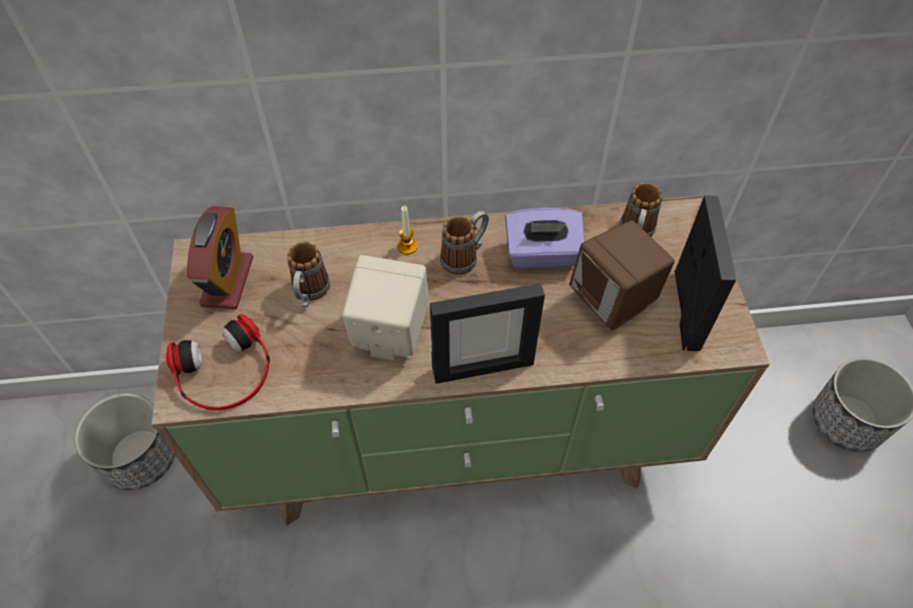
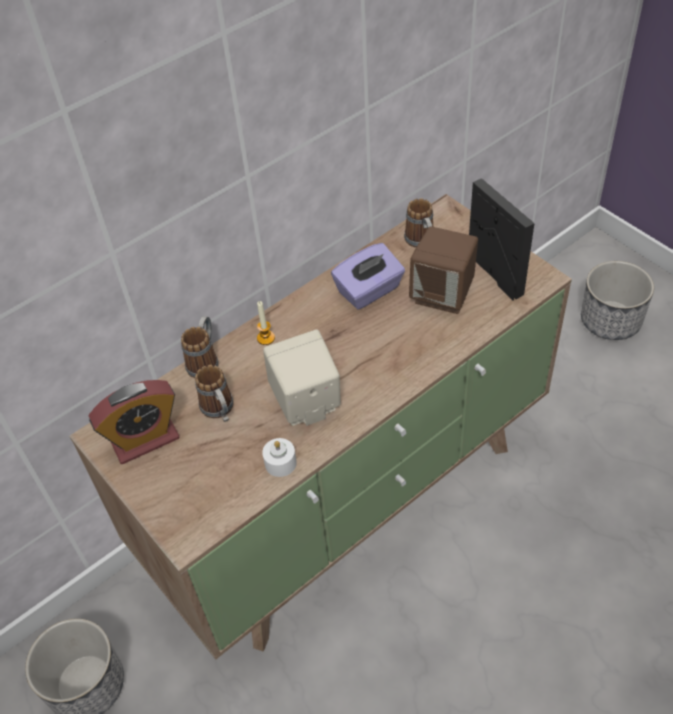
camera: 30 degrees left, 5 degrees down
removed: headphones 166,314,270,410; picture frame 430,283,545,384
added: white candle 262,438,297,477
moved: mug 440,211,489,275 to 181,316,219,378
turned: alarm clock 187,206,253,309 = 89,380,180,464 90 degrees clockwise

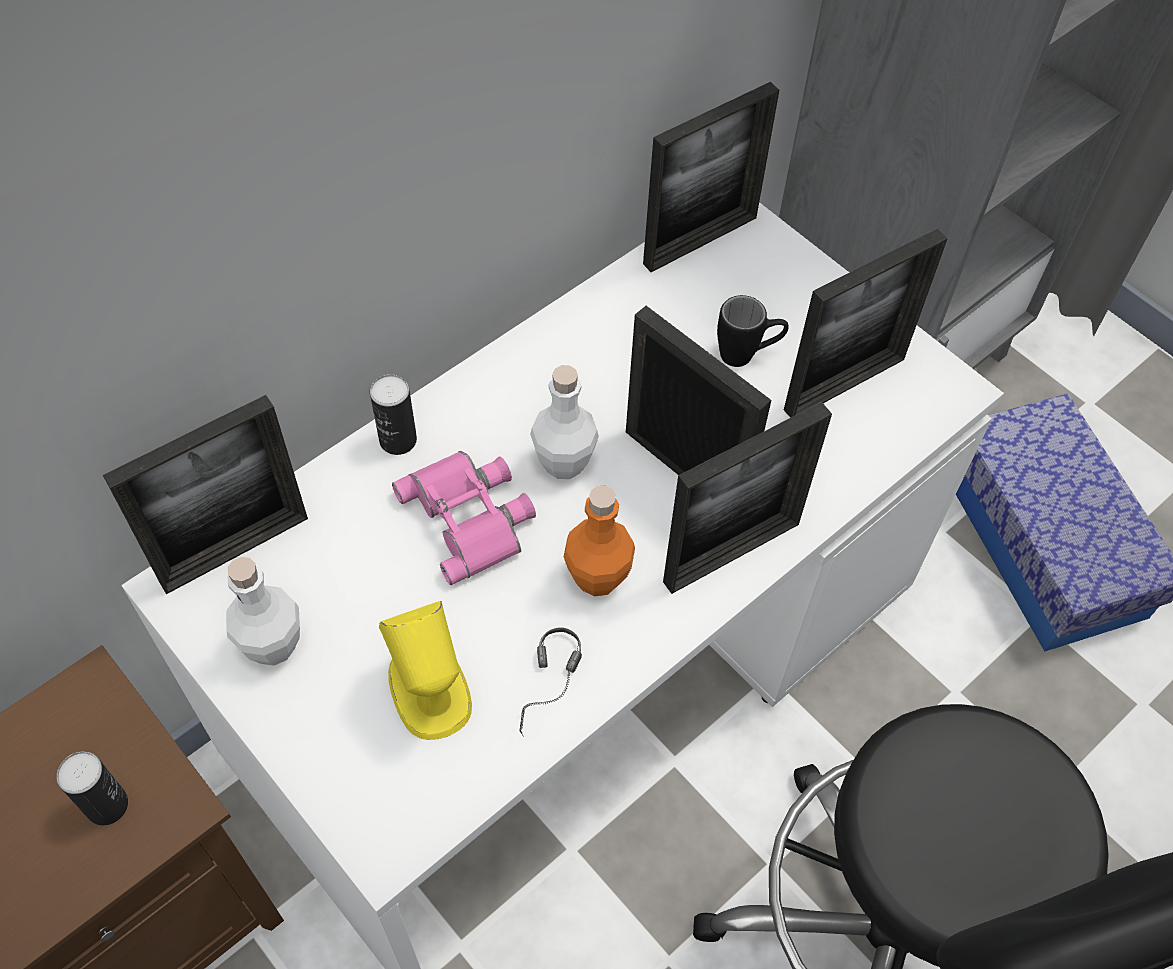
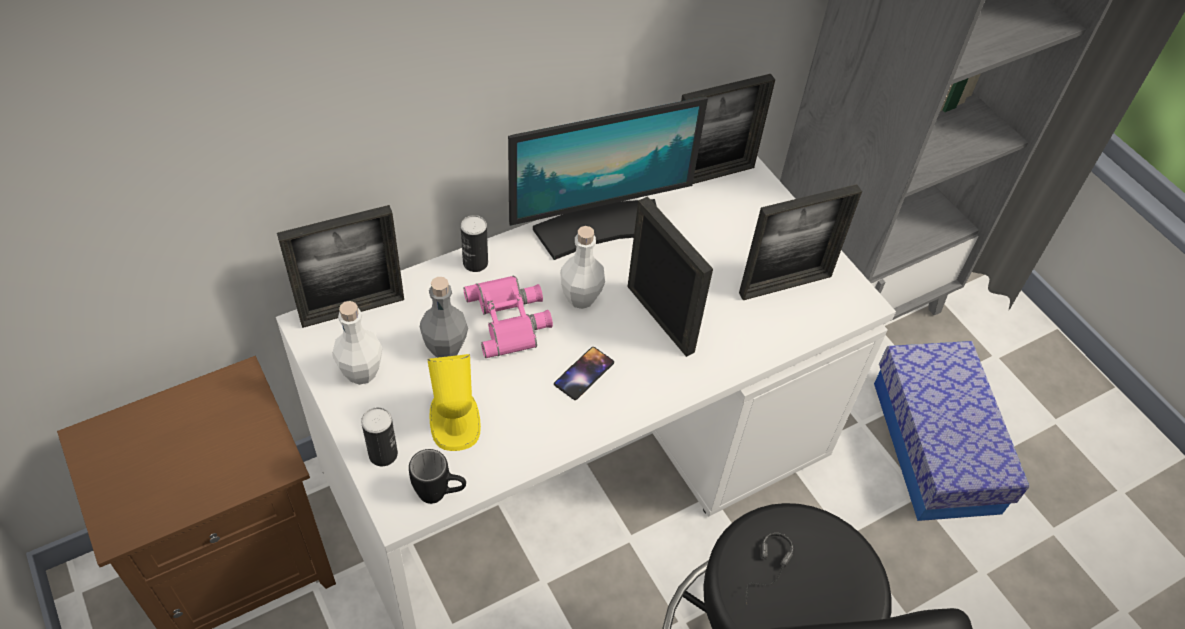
camera: 10 degrees right, 5 degrees down
removed: picture frame 663,402,832,594
added: grey bottle 420,277,468,358; monitor 508,97,708,260
moved: can 56,751,128,825 to 361,407,398,466; black mug 717,295,789,367 to 409,449,466,504; headphones 519,628,582,737 to 745,533,793,604
replaced: orange bottle 564,485,635,596 to phone 554,347,614,400

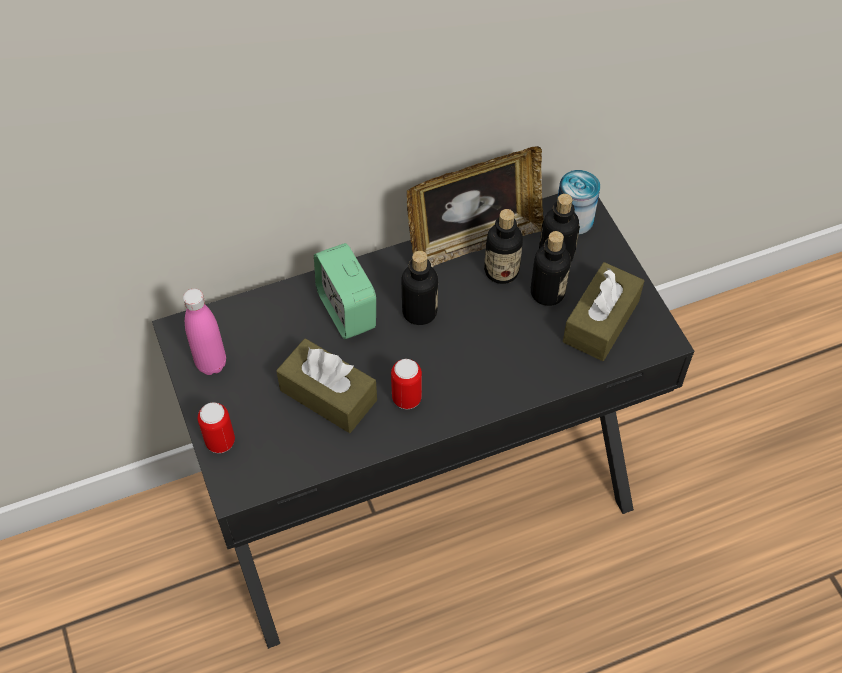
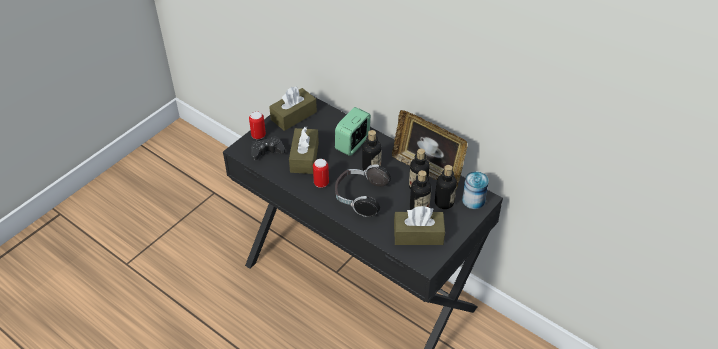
camera: 60 degrees right, 10 degrees down
added: black game controller 251,136,285,160; headphones 335,165,391,217
replaced: pink bottle 183,289,226,375 to brown tissue box 269,87,317,131

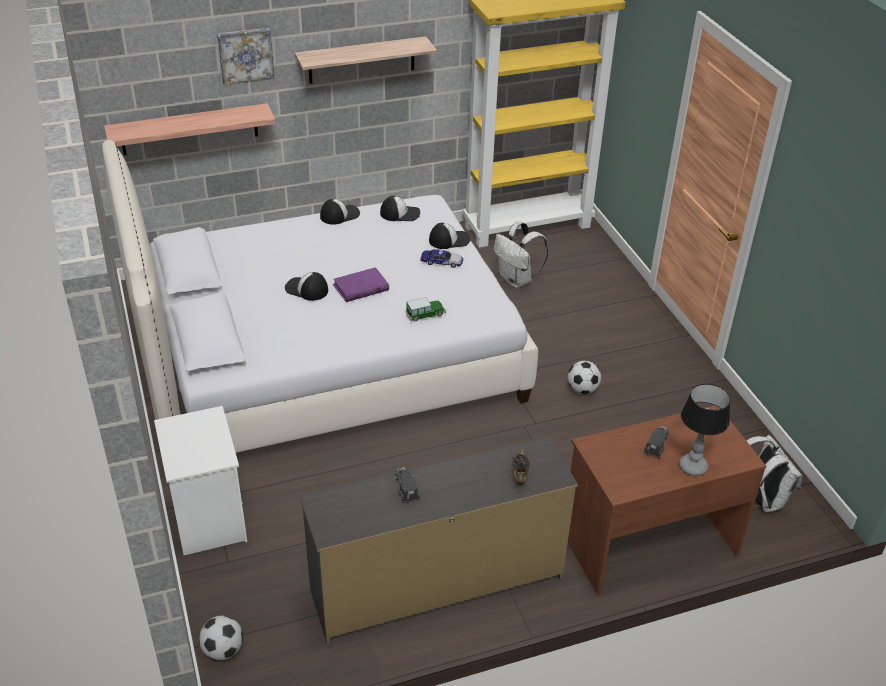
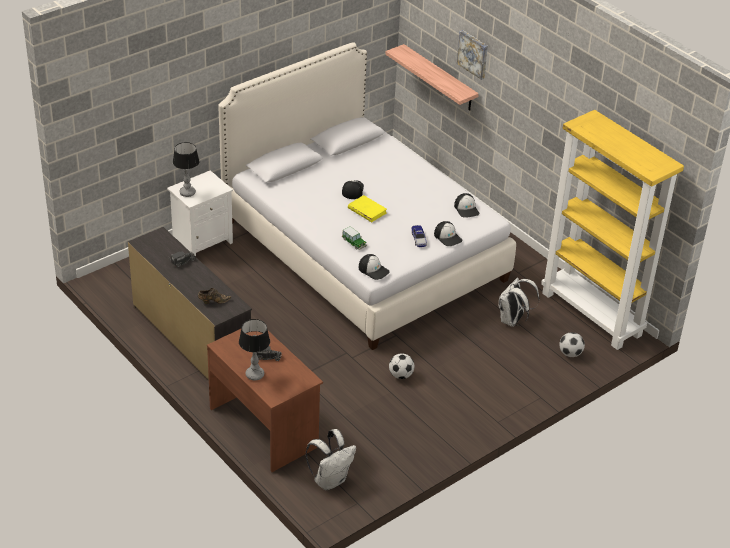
camera: 70 degrees right, 0 degrees up
removed: shelf 295,36,437,84
added: table lamp 173,142,199,197
moved: cap 320,199,360,225 to 359,254,390,280; football 199,616,243,660 to 559,332,585,357
recoloured: purple book 333,267,389,302 to yellow book 348,195,387,222

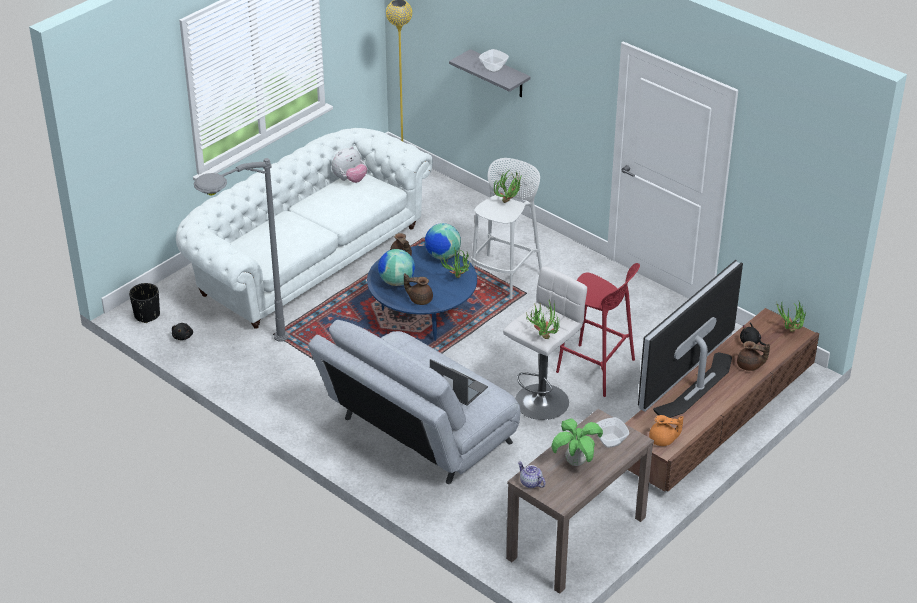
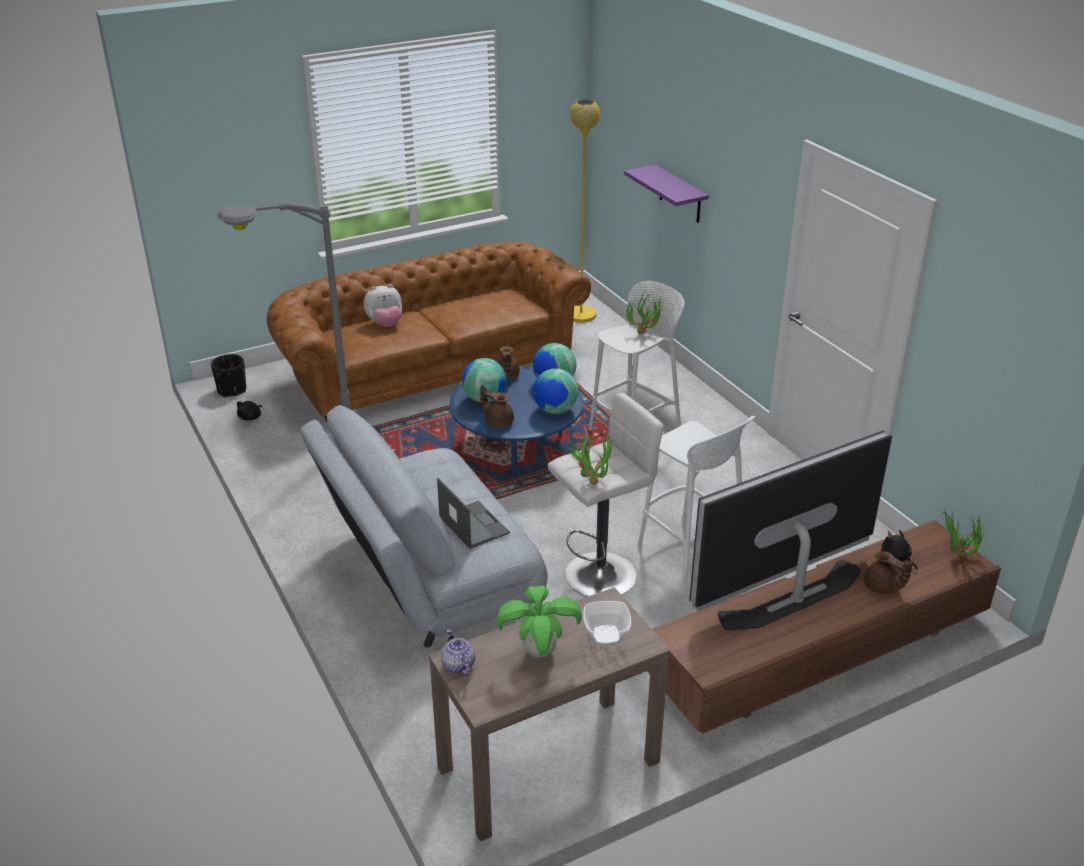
camera: 20 degrees right, 5 degrees down
removed: bowl 479,49,509,73; orange teapot 649,415,683,446
moved: plush toy 332,146,367,183 to 363,284,402,327
replaced: potted plant 440,247,471,278 to globe 533,368,578,414
recoloured: white sofa 176,128,433,329 to brown sofa 267,242,591,421; grey shelf 449,49,531,97 to purple shelf 624,165,709,223; red stool 556,263,640,397 to white stool 638,415,755,588

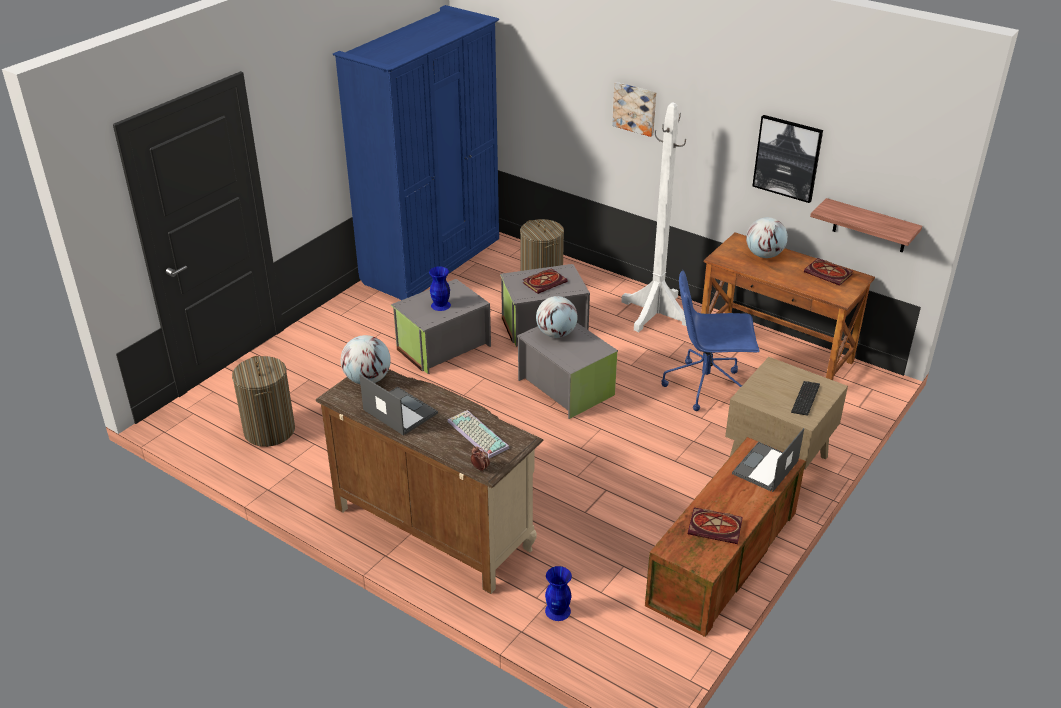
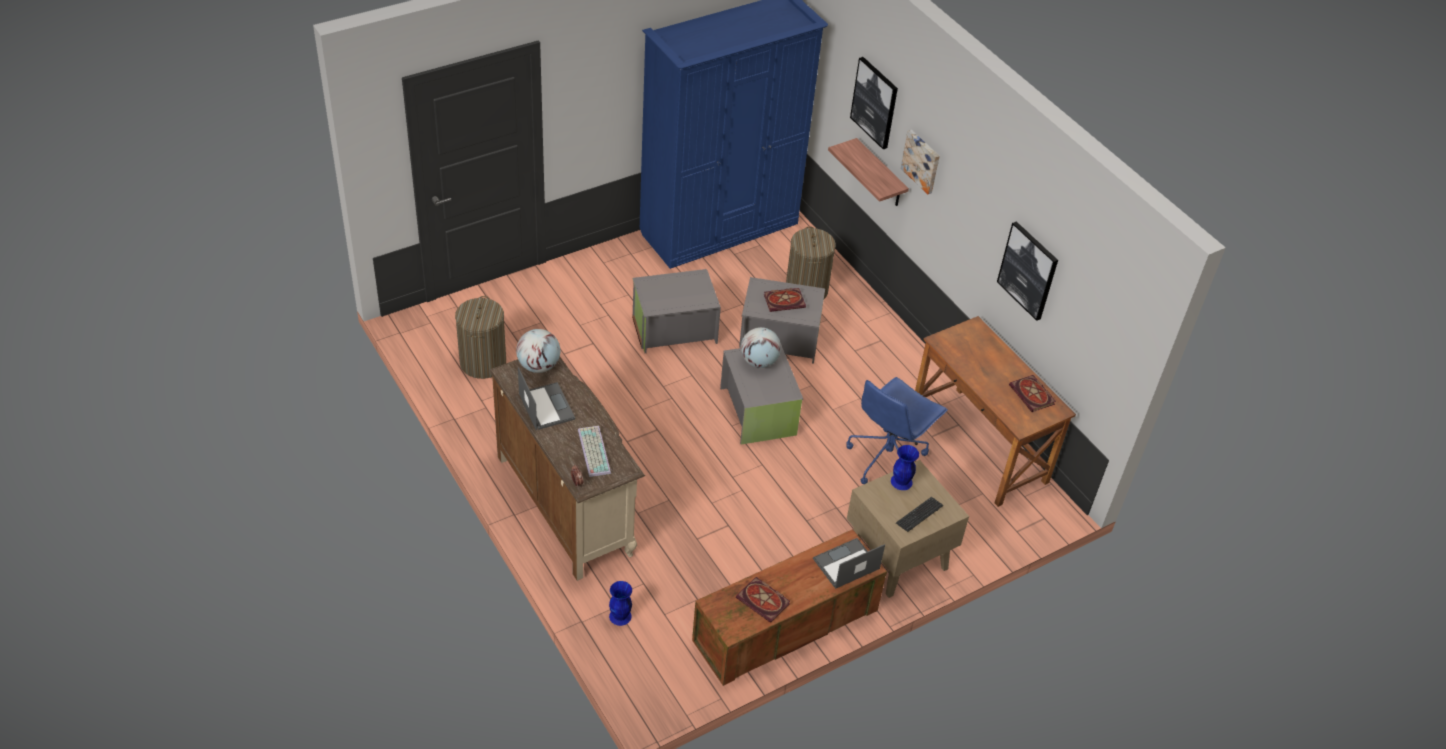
camera: 20 degrees right, 10 degrees up
removed: white clothes rack 621,102,686,332; globe 746,217,788,258
added: picture 850,57,898,149
moved: shelf 810,198,922,253 to 828,138,909,206; blue vase 429,266,451,311 to 891,445,919,490
turned: blue office chair 661,270,759,411 = 846,377,948,484 75 degrees counterclockwise

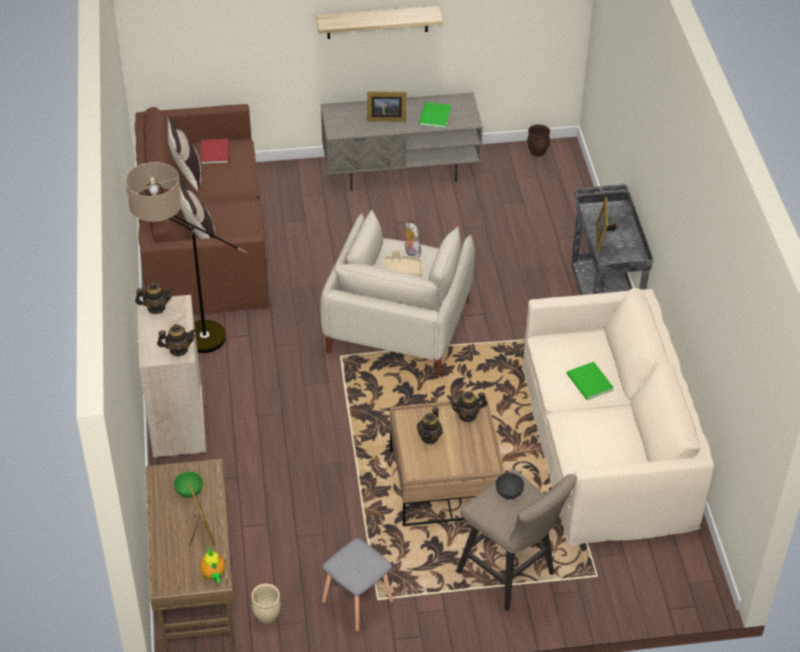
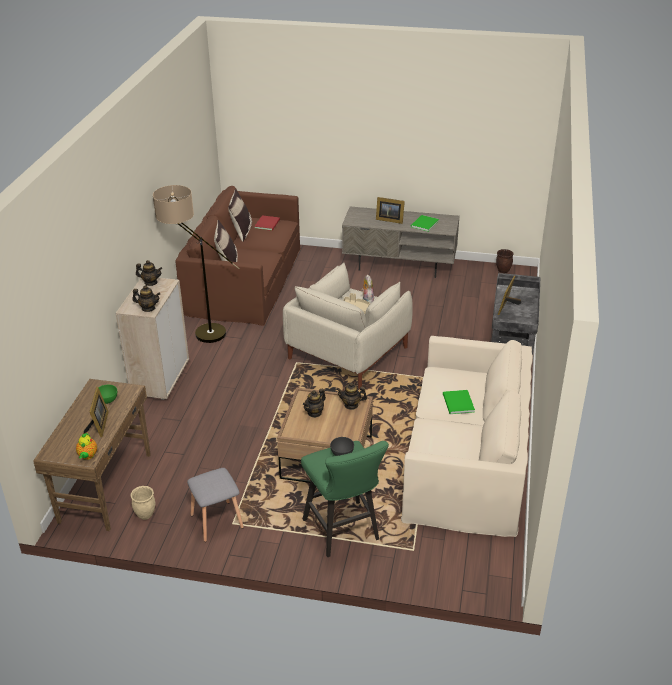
camera: 20 degrees right, 10 degrees down
removed: shelf 316,6,443,39
recoloured: beige stool 456,469,577,611 to green stool 301,441,389,557

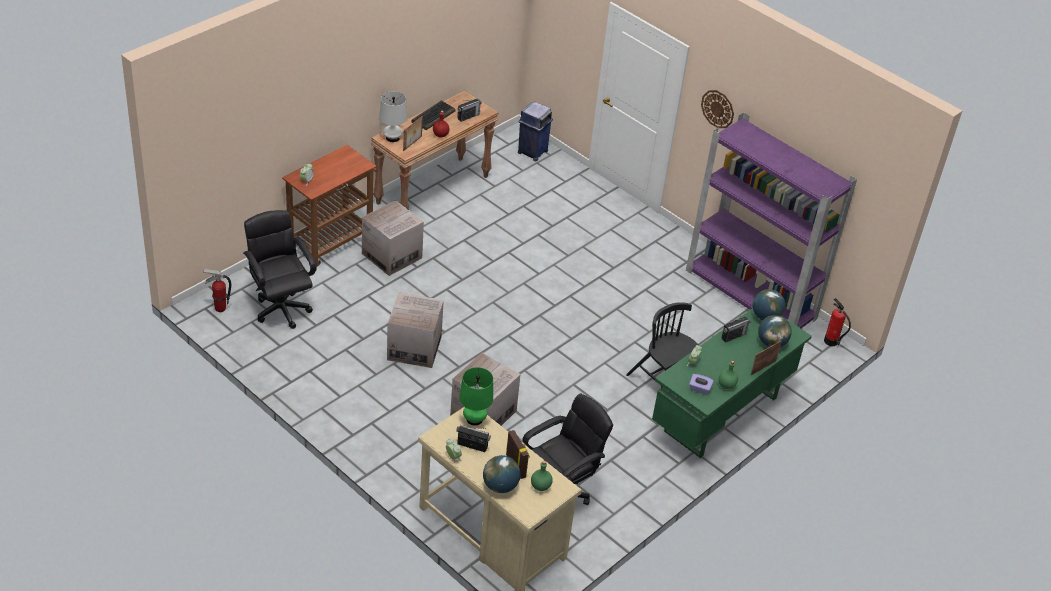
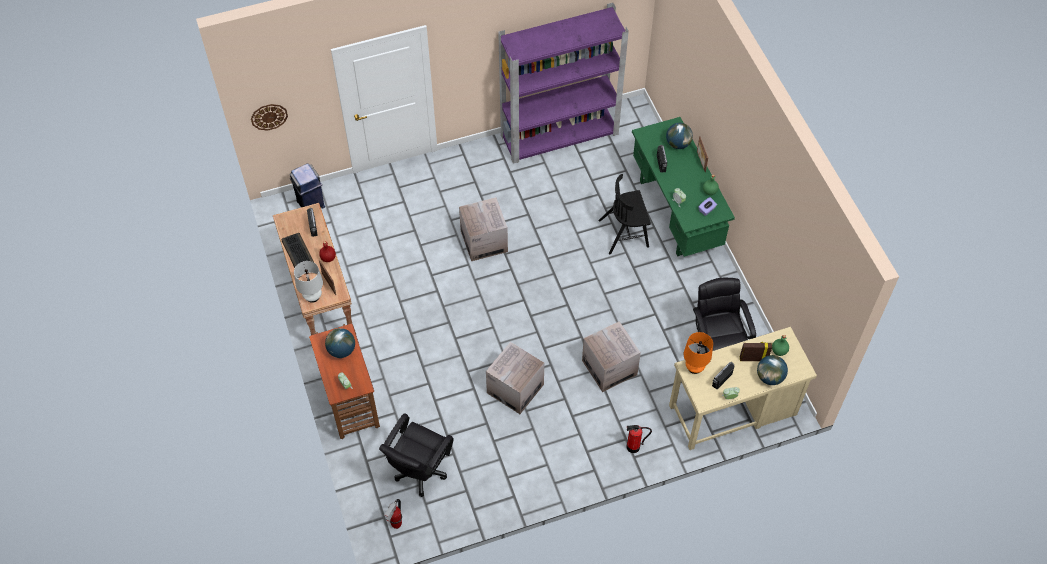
camera: 60 degrees left, 15 degrees up
moved: wall clock 701,90,734,128 to 251,104,288,131; globe 753,289,785,320 to 325,328,355,358; cardboard box 362,200,424,276 to 459,197,508,261; fire extinguisher 824,298,851,346 to 626,425,652,453
recoloured: green table lamp 459,367,493,425 to orange table lamp 684,332,713,374
turned: black office chair 243,210,316,329 = 379,414,454,497 60 degrees counterclockwise

